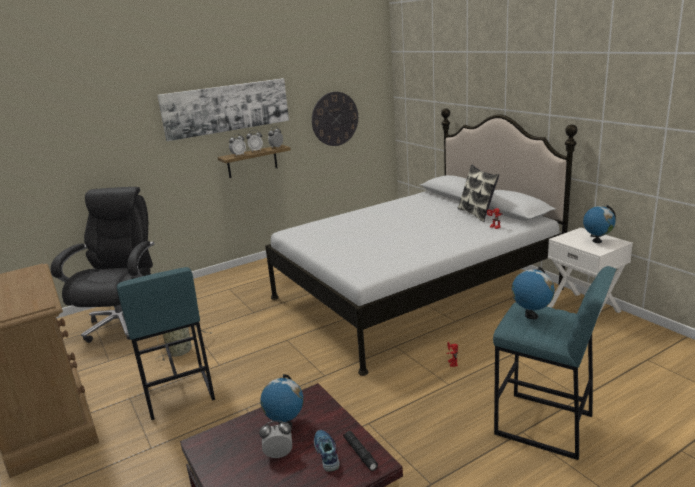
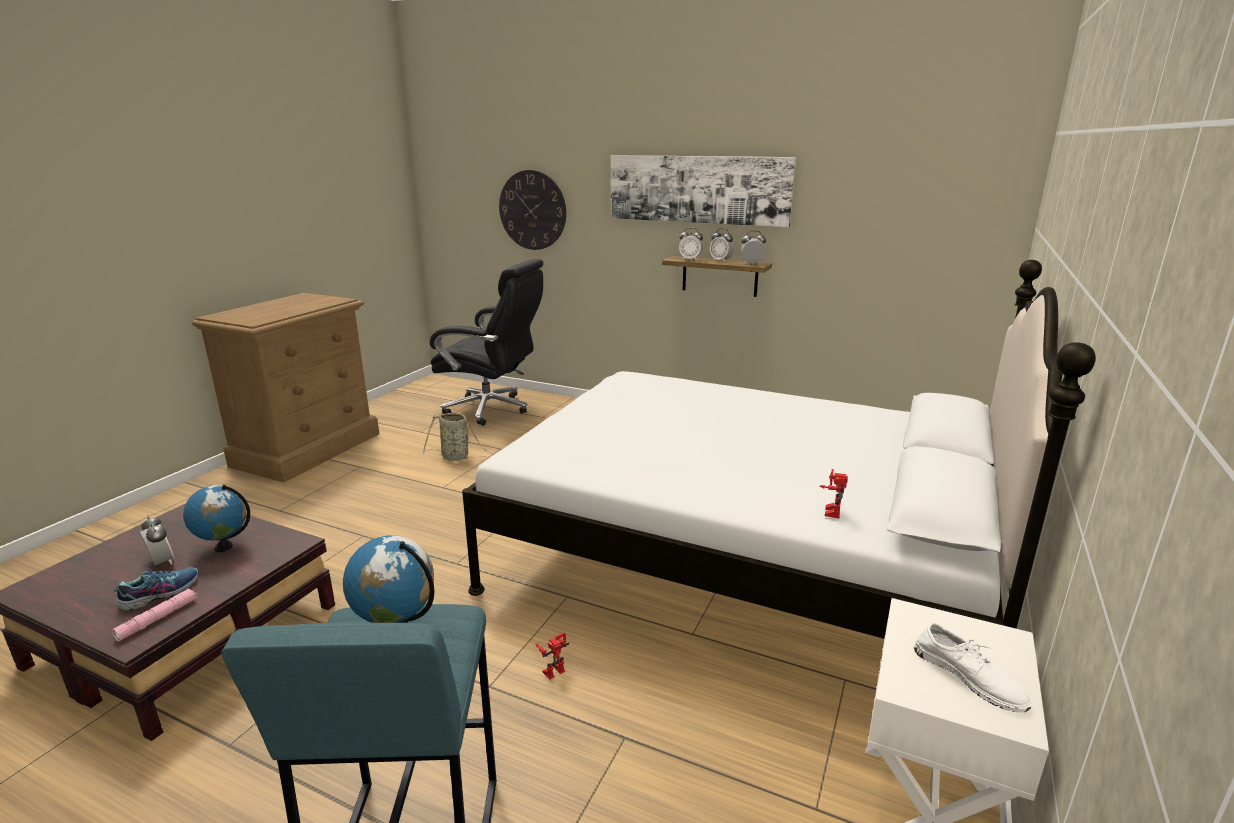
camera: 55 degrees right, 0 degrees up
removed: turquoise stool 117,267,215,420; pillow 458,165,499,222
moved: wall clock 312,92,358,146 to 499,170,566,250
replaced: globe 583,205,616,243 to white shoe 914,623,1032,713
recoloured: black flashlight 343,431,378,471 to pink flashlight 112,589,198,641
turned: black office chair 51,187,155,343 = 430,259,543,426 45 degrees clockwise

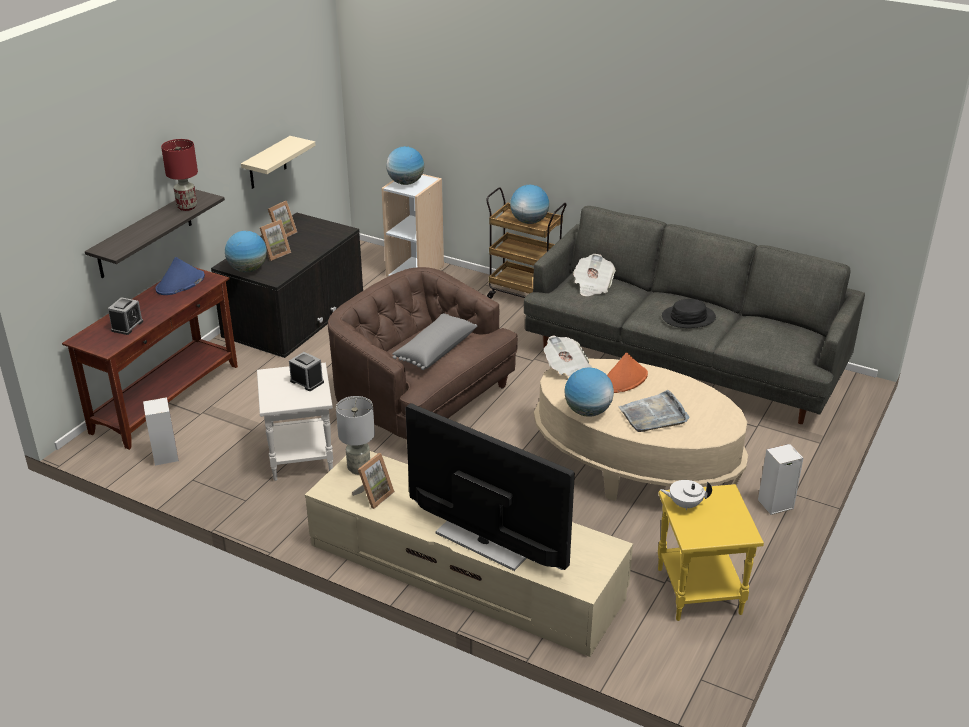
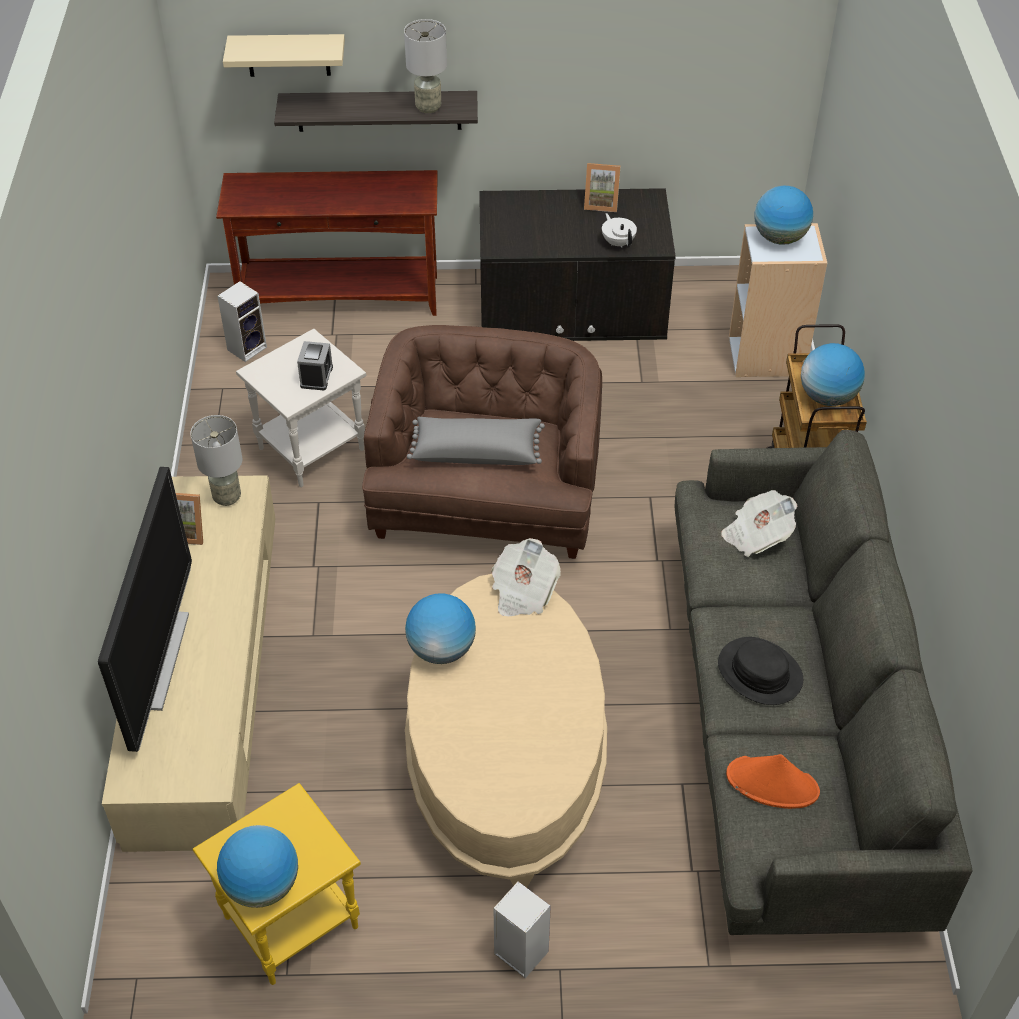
camera: 60 degrees right, 15 degrees up
removed: alarm clock 108,297,143,335; blue hat 155,257,205,295; picture frame 260,220,291,261; grey tray 619,390,689,432
moved: globe 225,231,267,272 to 217,825,298,908; beige shelf 241,136,316,189 to 223,34,345,77; white teapot 660,480,712,510 to 602,213,637,248; orange hat 607,352,648,393 to 726,754,820,809
recoloured: red table lamp 161,139,198,211 to grey table lamp 404,19,447,113

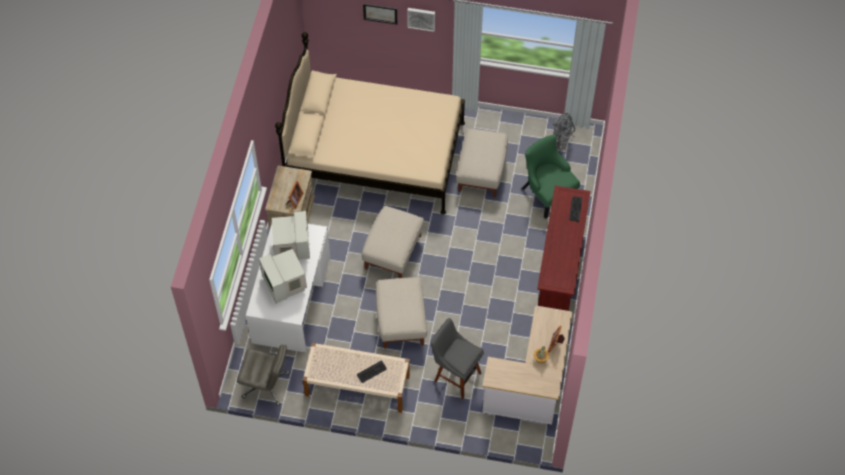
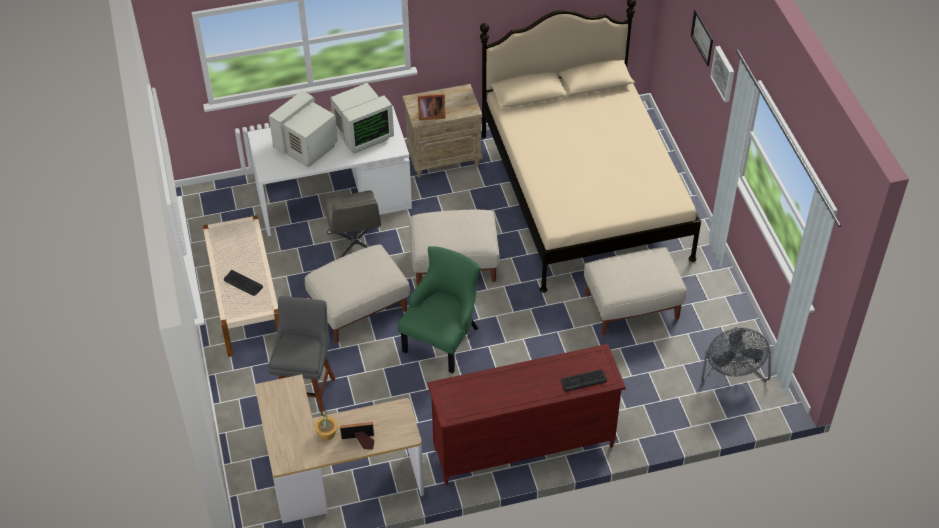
camera: 65 degrees right, 10 degrees down
moved: grey office chair 237,345,290,406 to 324,191,381,258; green chair 522,135,580,219 to 398,246,481,374

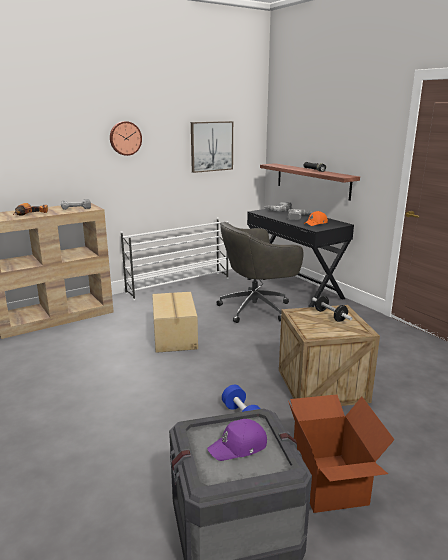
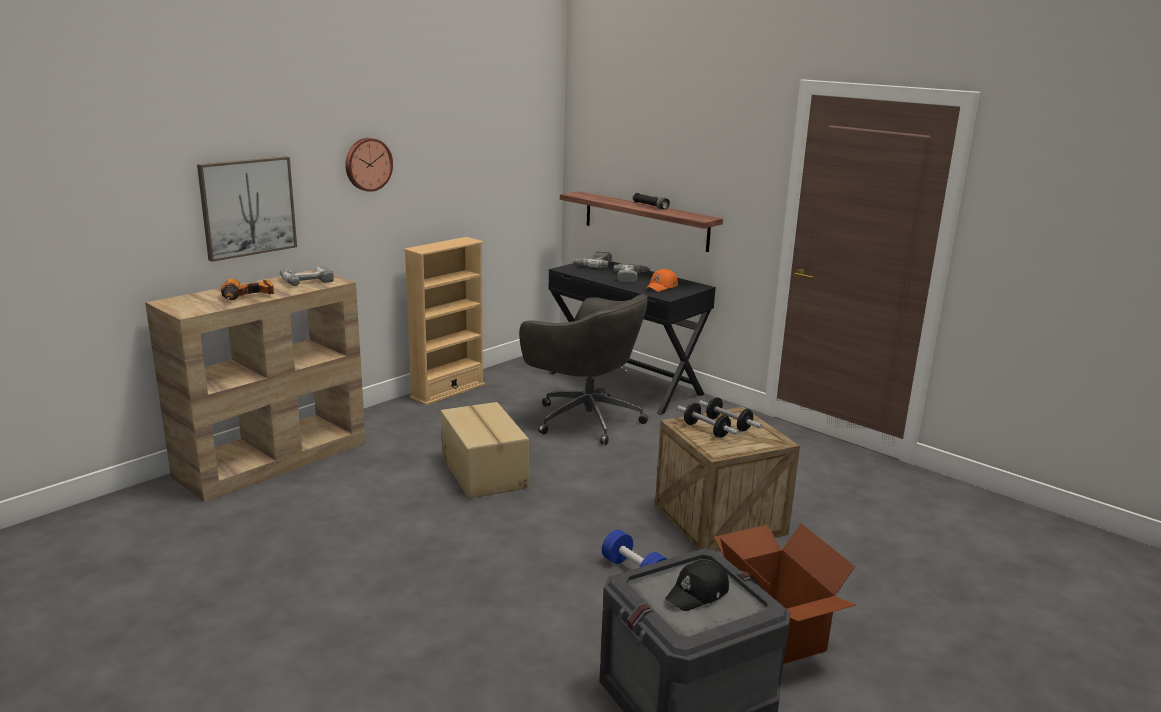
camera: 15 degrees left, 0 degrees up
added: dumbbell 677,403,739,438
moved: picture 191,121,233,173 to 197,156,297,262
replaced: white shoe rack 121,218,228,300 to beige bookcase 404,237,485,405
recoloured: purple cap 207,419,267,461 to black cap 665,560,729,611
turned: grey office chair 216,222,304,323 = 519,294,648,445 105 degrees counterclockwise

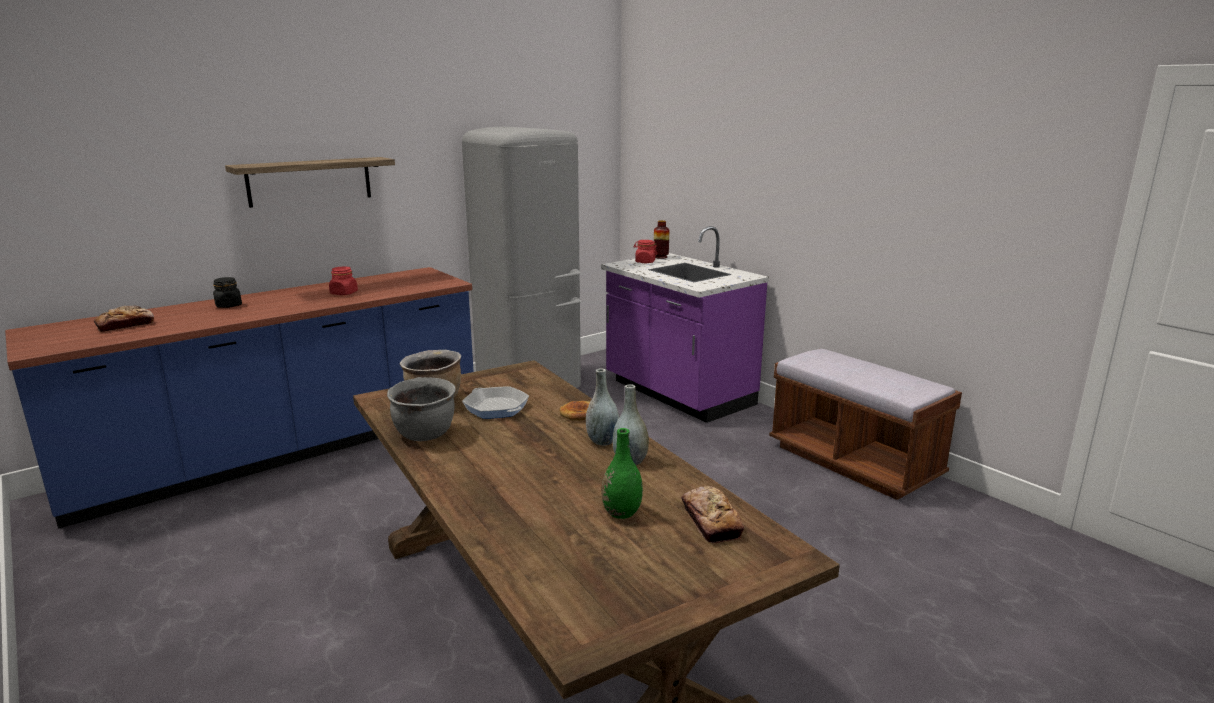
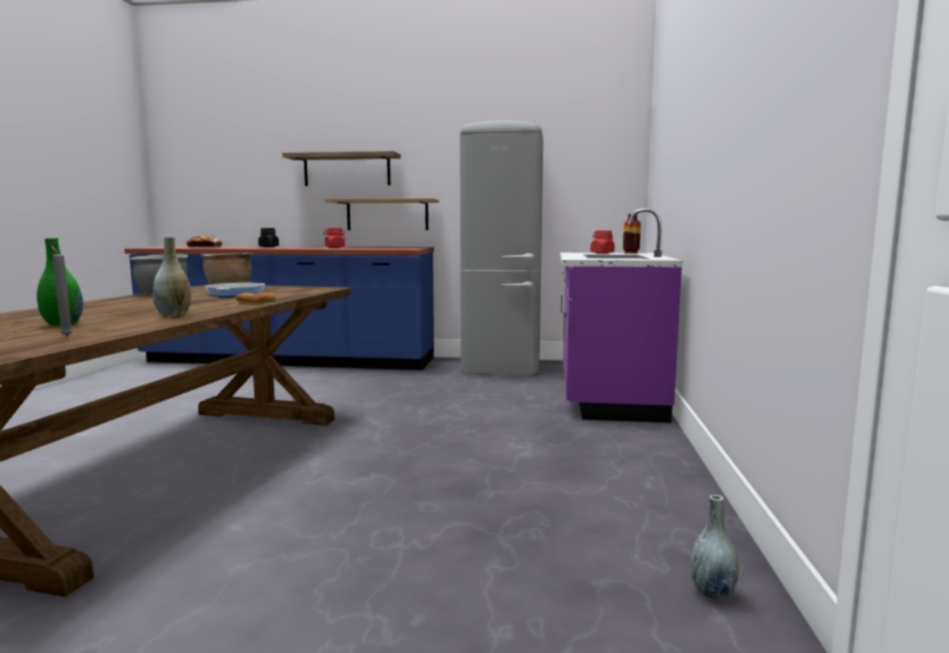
camera: 45 degrees right, 10 degrees down
removed: brown bench 769,349,962,500
added: shelf 324,198,439,230
moved: grey vase 586,369,619,446 to 691,495,739,600
replaced: bread 681,486,744,543 to grey candle 51,246,73,336

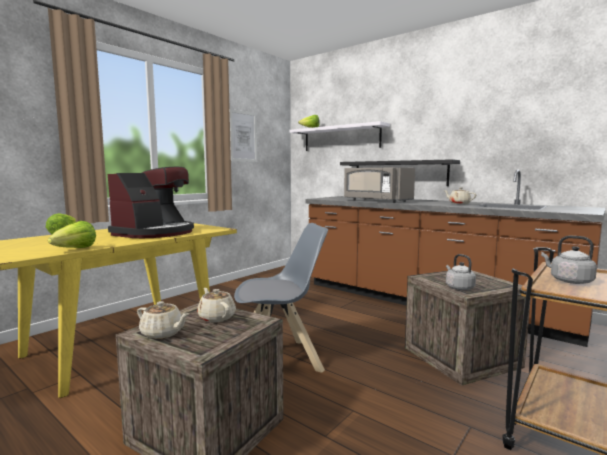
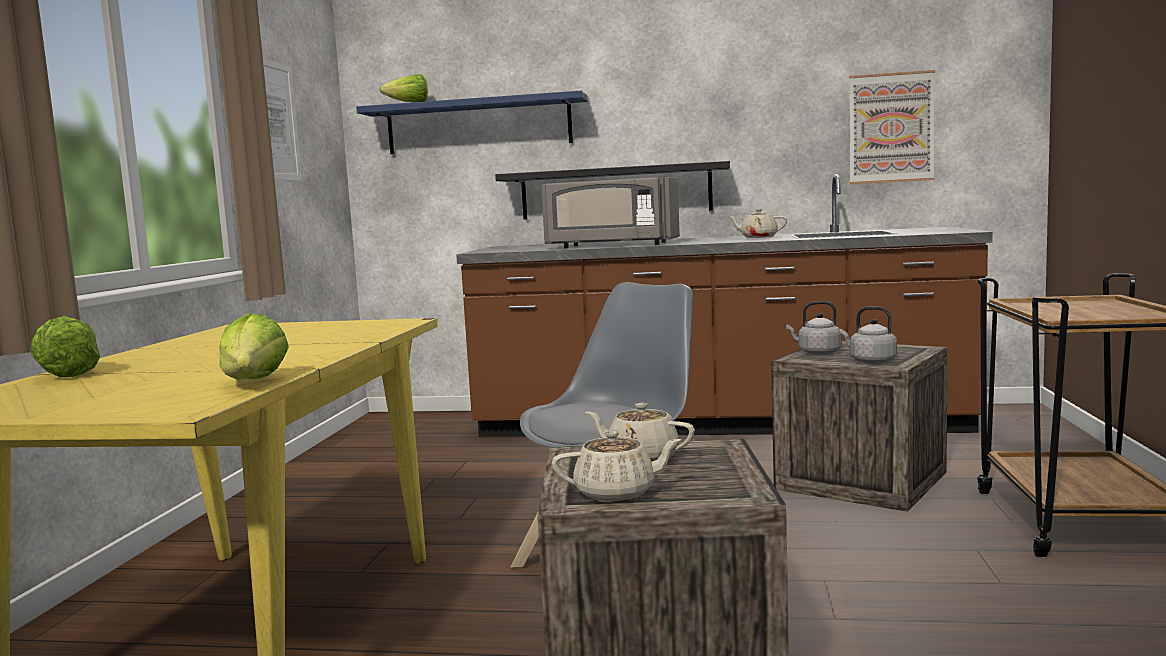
camera: 30 degrees left, 0 degrees up
removed: coffee machine 108,167,194,238
added: picture 849,70,935,184
moved: grey kettle 541,236,597,284 to 786,301,842,355
recoloured: white shelf 290,121,390,151 to blue shelf 356,91,588,154

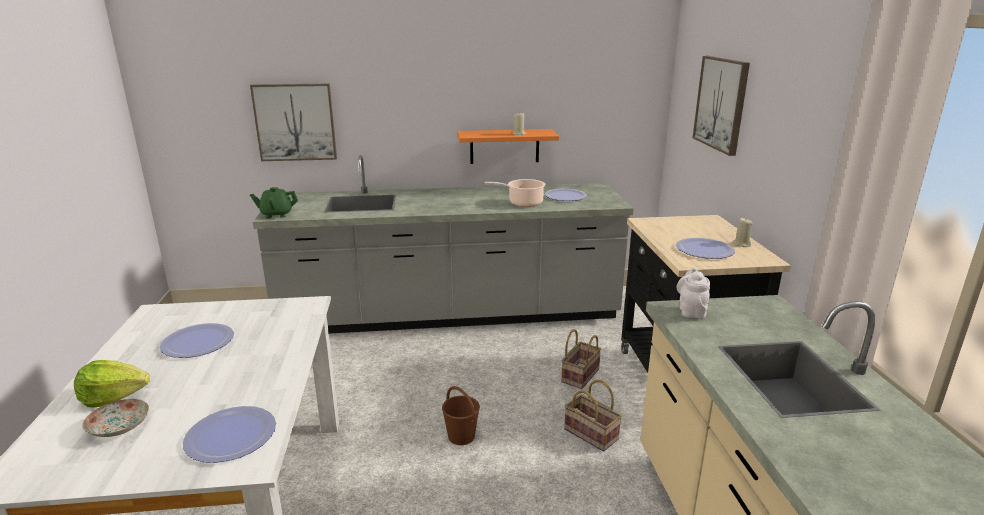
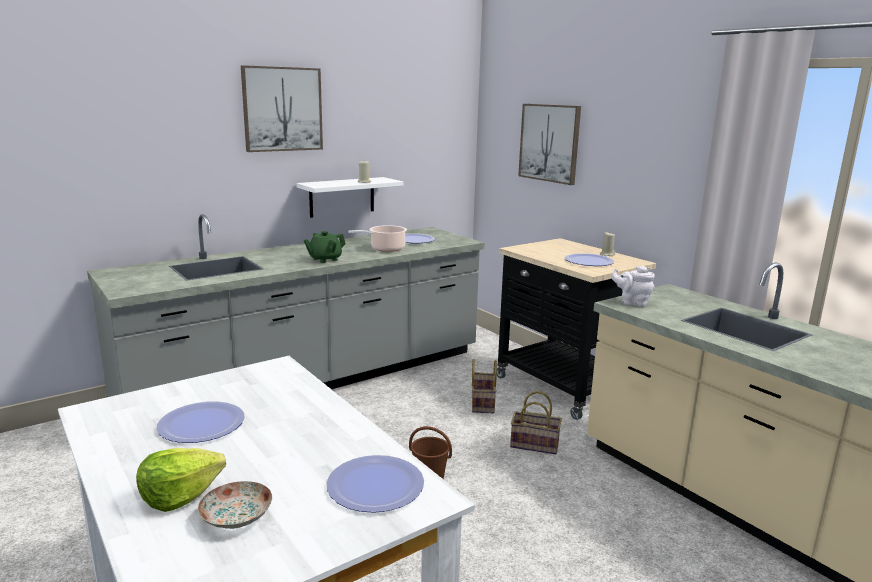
camera: 30 degrees left, 5 degrees down
moved: picture 250,84,337,161 to 241,65,323,152; green teapot 250,187,298,218 to 304,231,346,263
recoloured: orange shelf 457,129,559,164 to white shelf 296,177,404,218
turned: white teapot 677,267,710,318 = 611,266,655,307 45 degrees counterclockwise

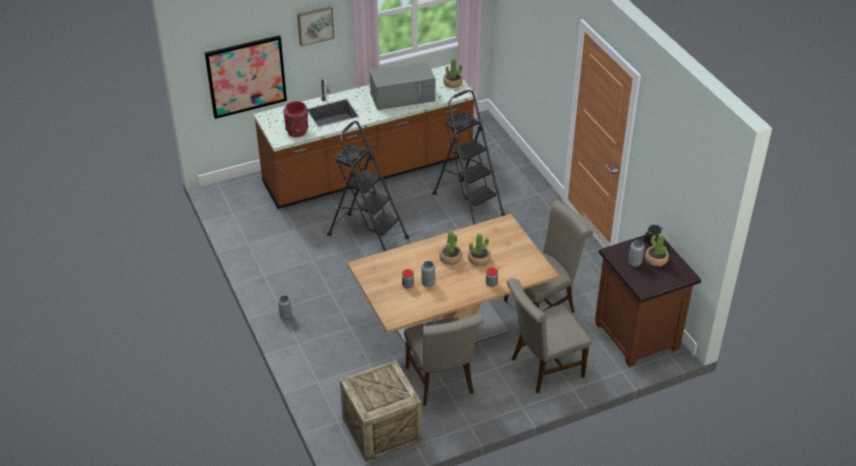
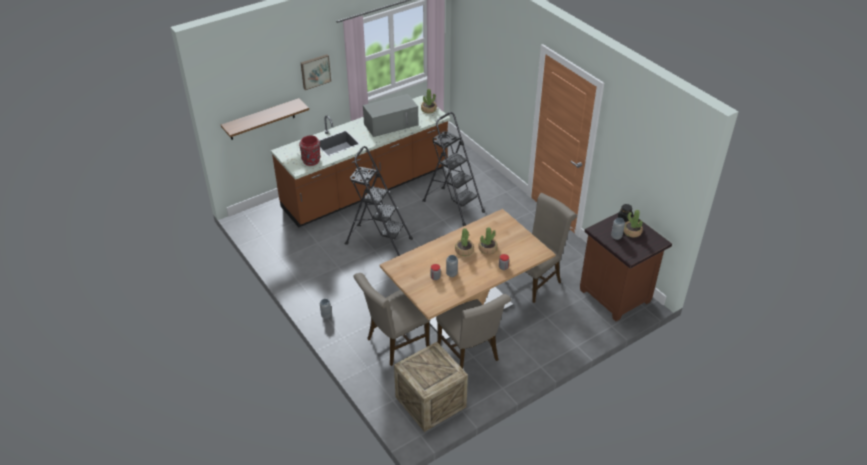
camera: 10 degrees left, 0 degrees up
moved: beige chair 507,279,591,394 to 353,273,430,366
replaced: picture 205,35,287,119 to shelf 221,98,309,140

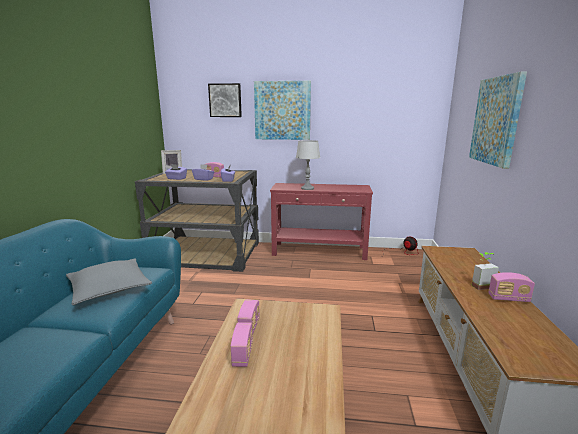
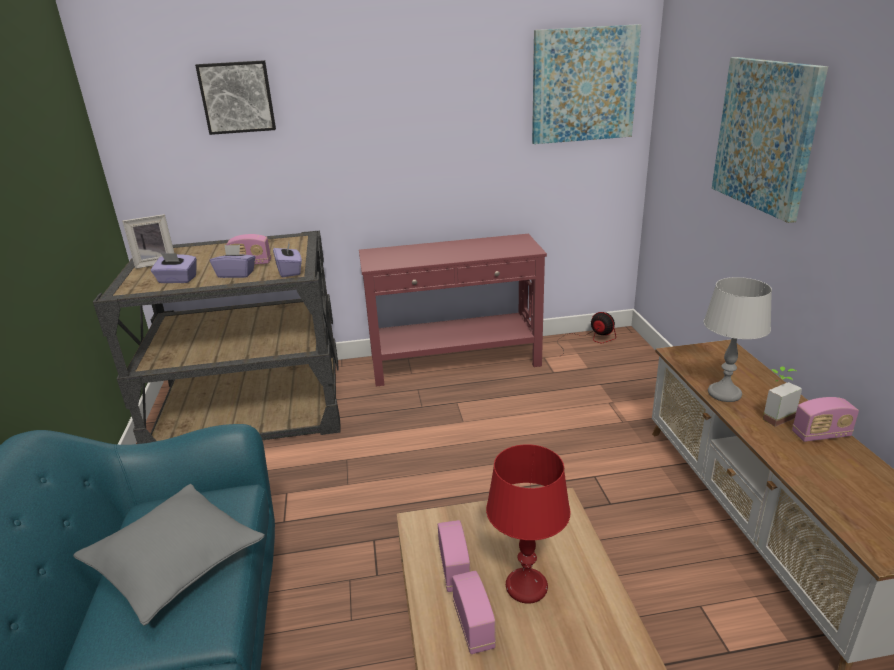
camera: 15 degrees left, 10 degrees up
added: red table lamp 486,444,571,604
moved: picture 254,81,311,140 to 532,24,641,144; grey table lamp 296,140,320,190 to 703,277,772,402

